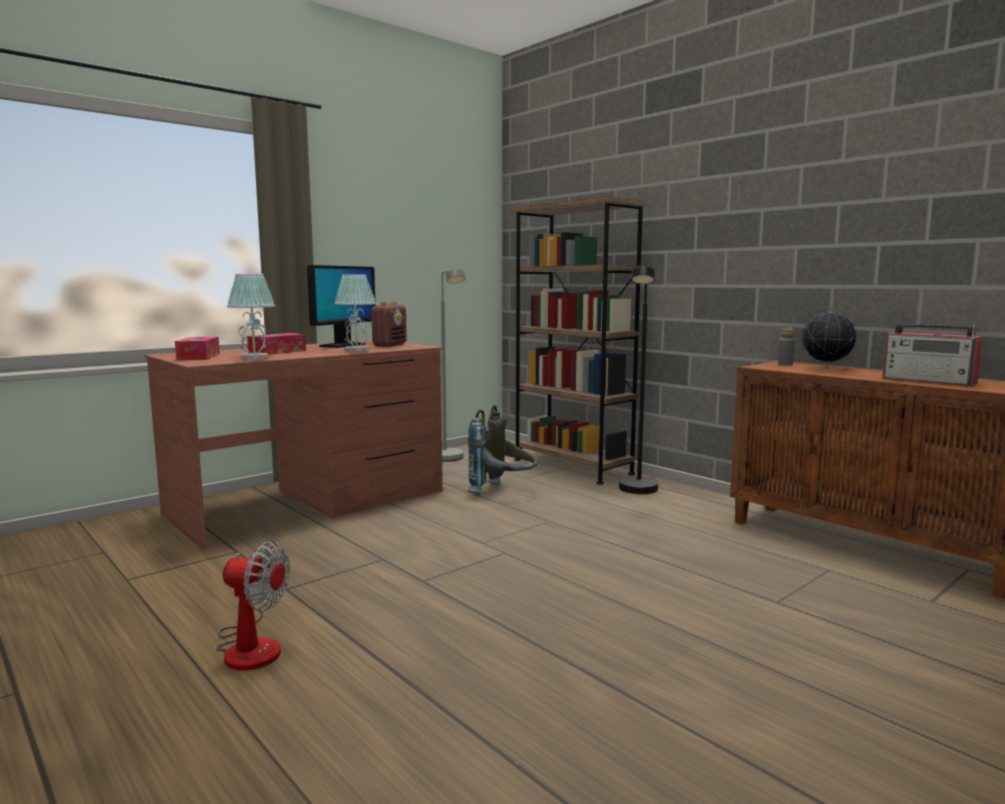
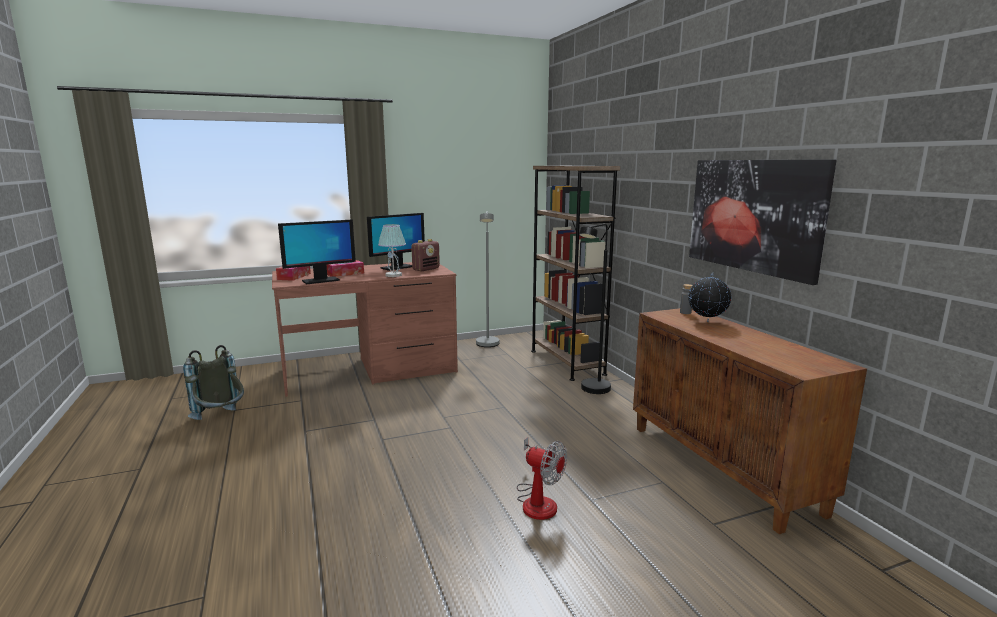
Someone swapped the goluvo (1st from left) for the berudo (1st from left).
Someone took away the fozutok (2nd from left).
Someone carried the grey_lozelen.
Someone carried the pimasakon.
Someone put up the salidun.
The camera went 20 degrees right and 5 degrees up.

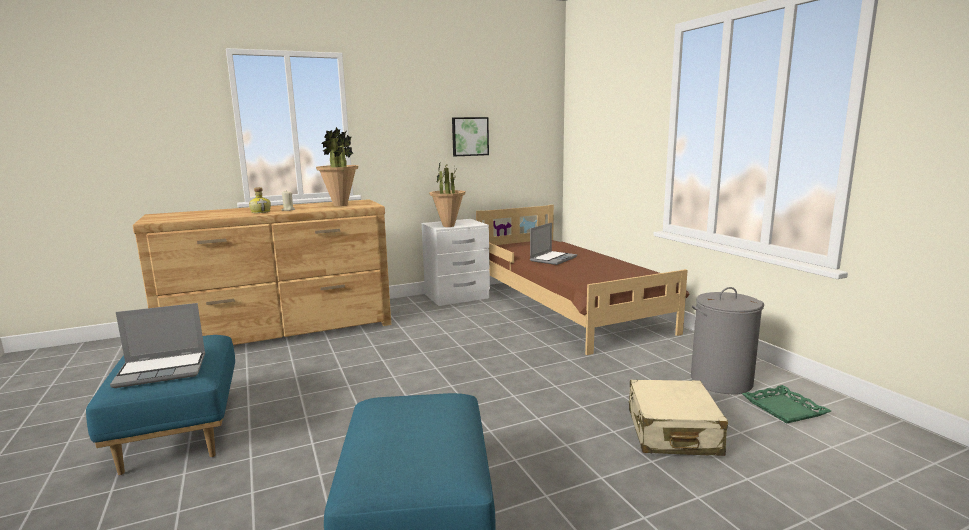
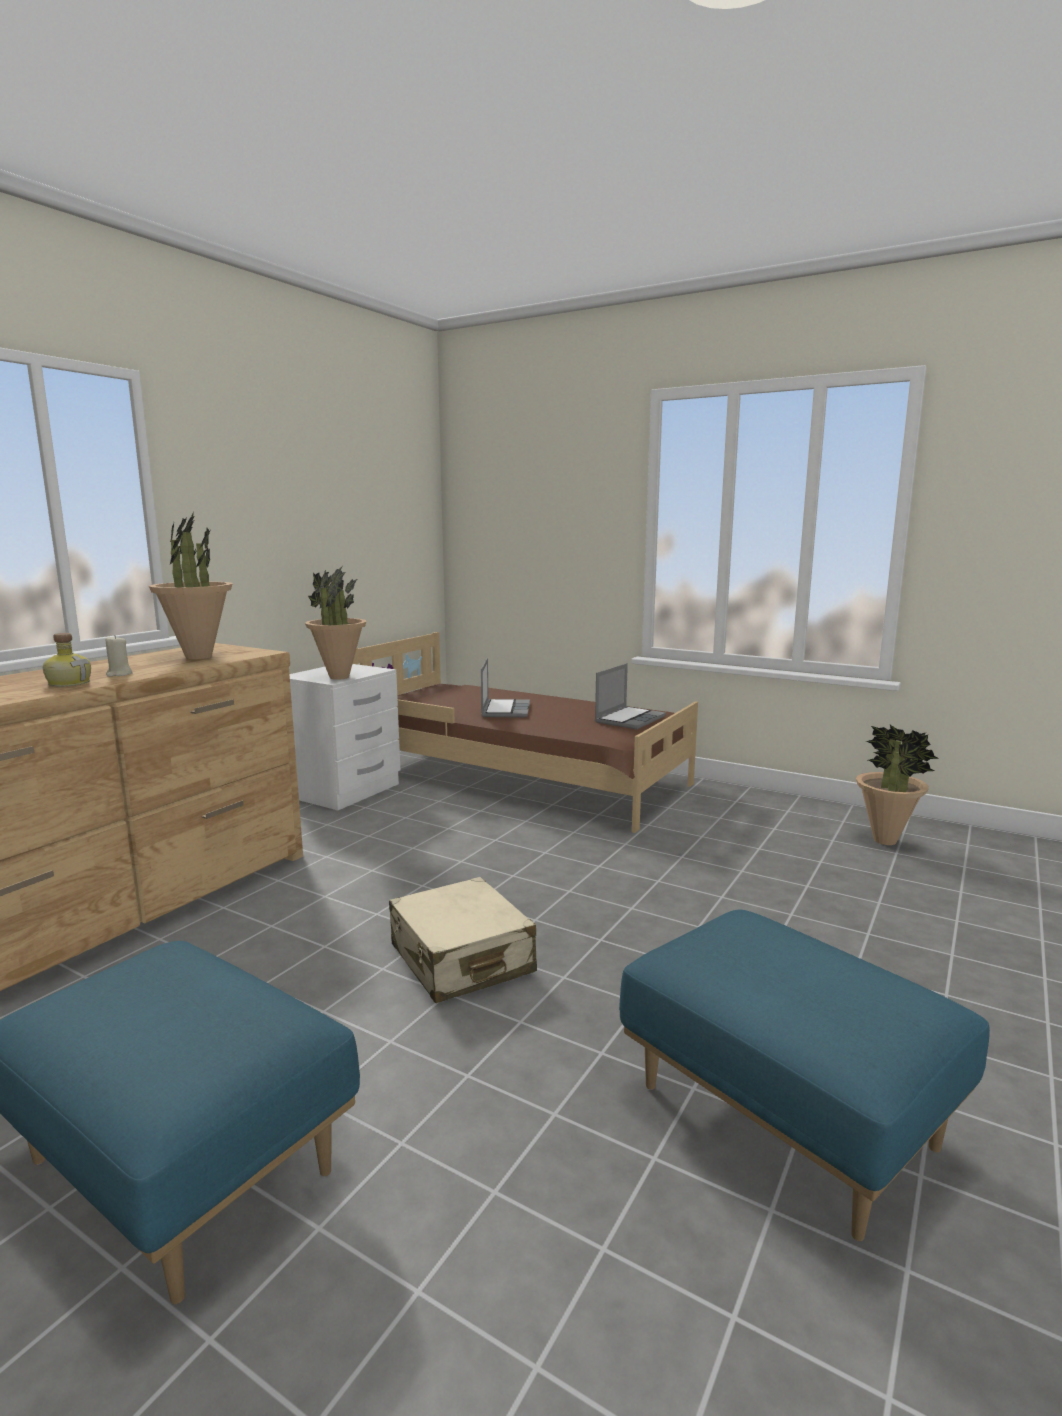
Someone took away the salidun.
Someone took away the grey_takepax.
Someone carried the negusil (1st from left in the first image).
Someone carried the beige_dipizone.
Someone swapped the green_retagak for the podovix (3rd from left).
The camera went 35 degrees left and 0 degrees up.

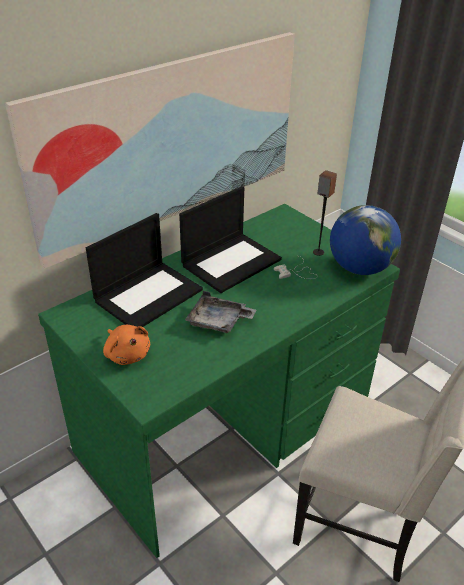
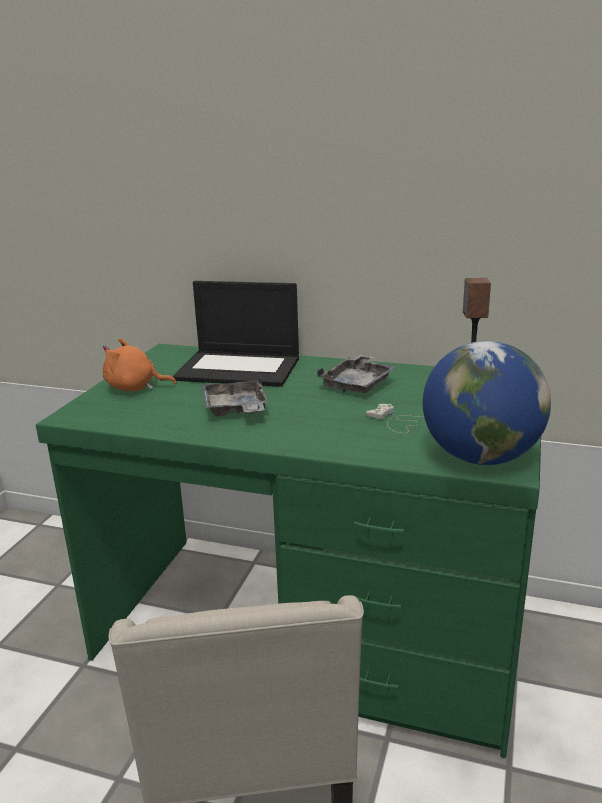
Someone took away the salidun.
Someone swapped the negusil (2nd from left) for the grey_retagak (2nd from left).
Someone rotated the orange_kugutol by 75 degrees clockwise.
The camera went 60 degrees right and 15 degrees down.

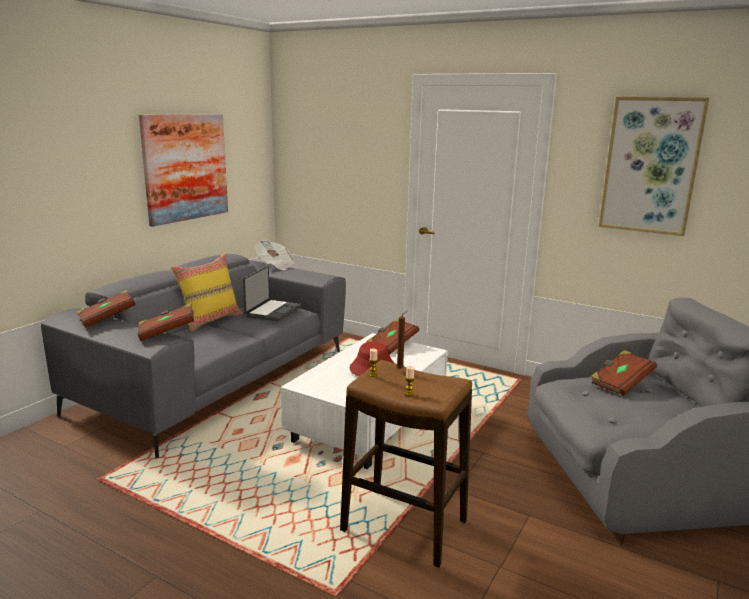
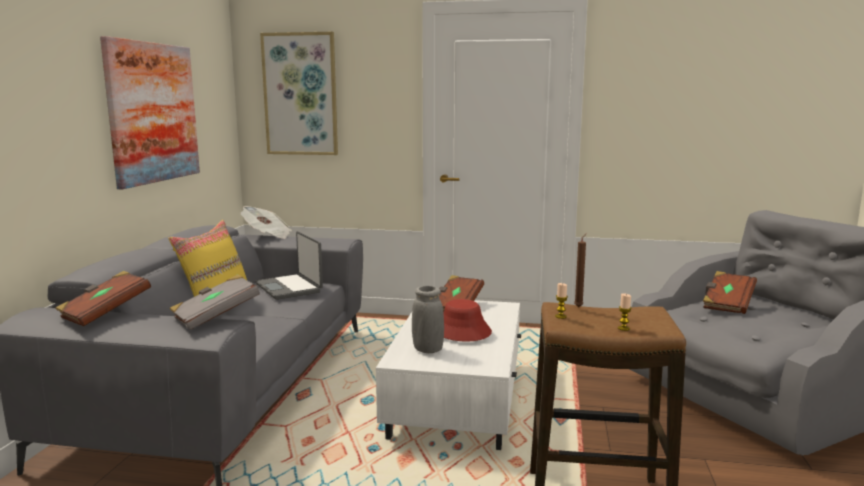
Someone carried the salidun (2nd from left).
Someone rotated the negusil by 150 degrees clockwise.
Someone repainted the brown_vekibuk (2nd from left), which became the grey_vekibuk.
Someone put down the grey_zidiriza.
The camera went 20 degrees left and 5 degrees down.

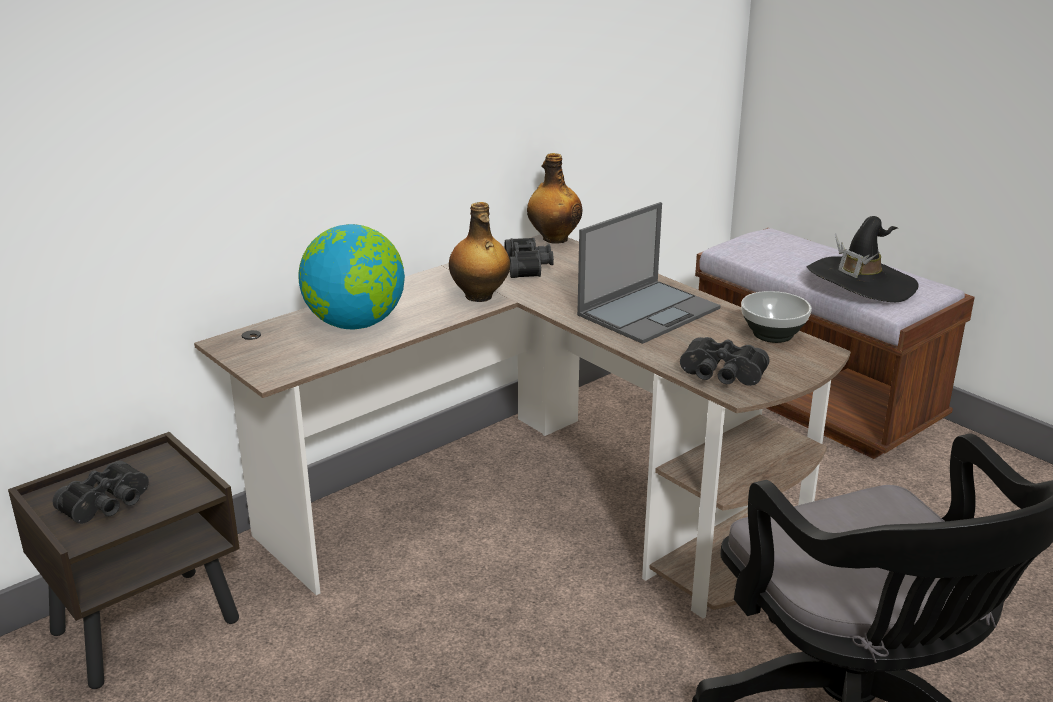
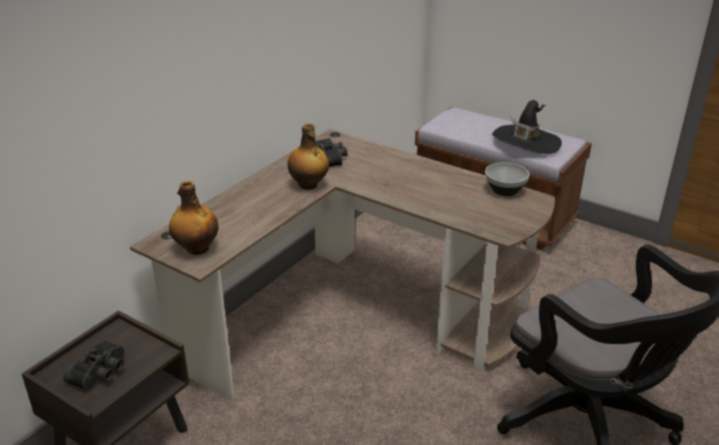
Someone carried the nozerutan (2nd from left in the first image).
Someone took away the negusil.
Someone took away the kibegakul.
Someone took away the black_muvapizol (3rd from left).
The camera went 15 degrees left and 5 degrees up.

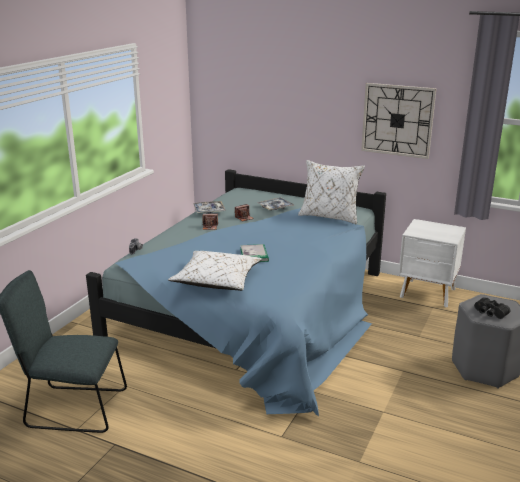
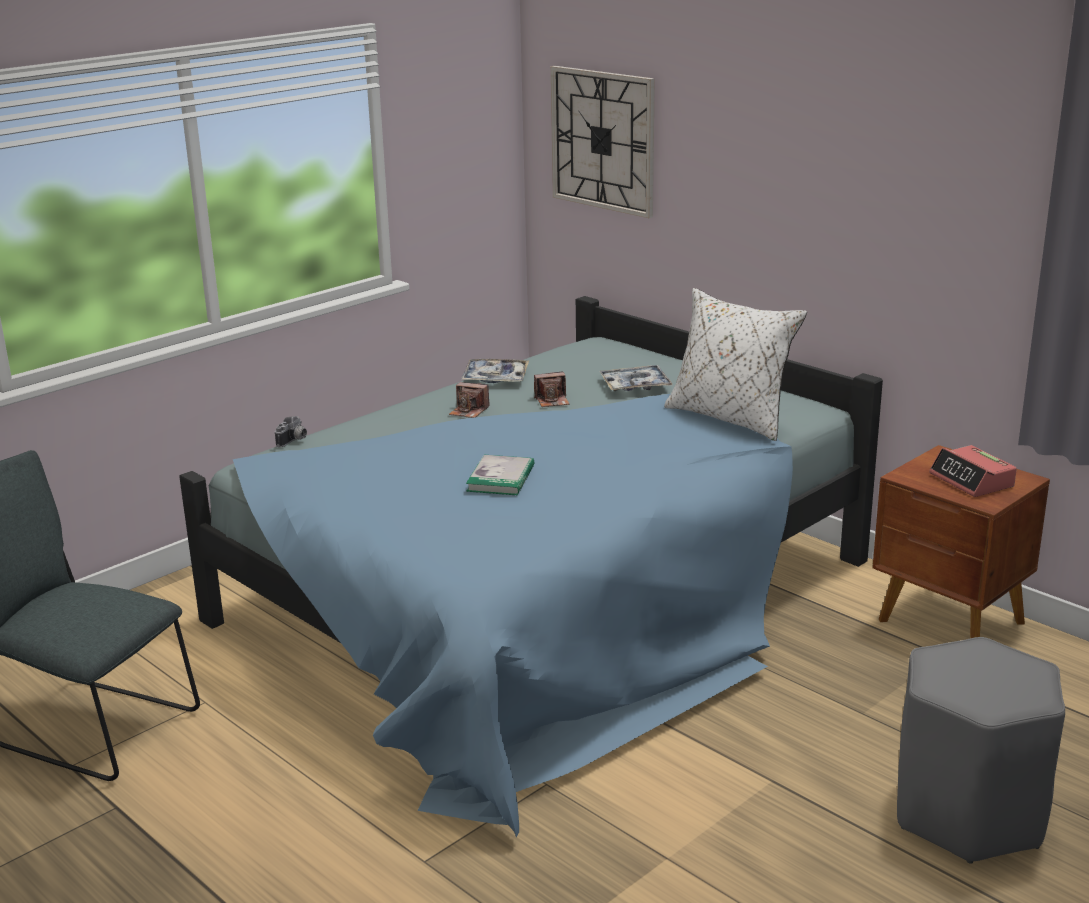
Someone carried the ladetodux.
Someone repainted the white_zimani, which became the brown_zimani.
Someone took away the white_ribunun (1st from left).
Someone took away the black_muvapizol.
Someone put down the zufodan.
The camera went 20 degrees right and 0 degrees up.

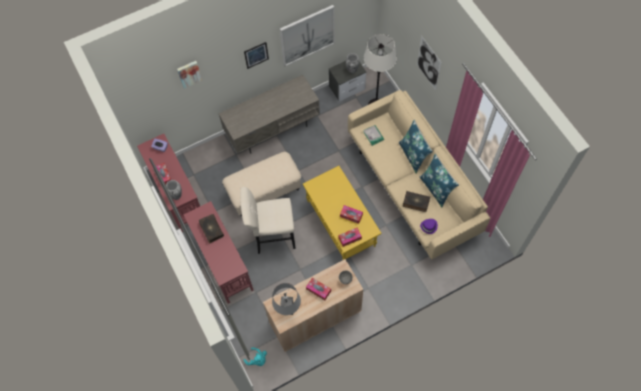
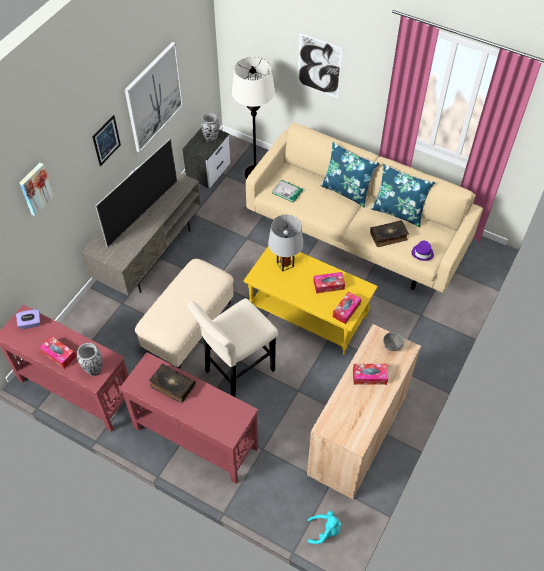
Someone carried the grey_goluvo.
Someone put down the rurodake.
The camera went 35 degrees left and 10 degrees down.

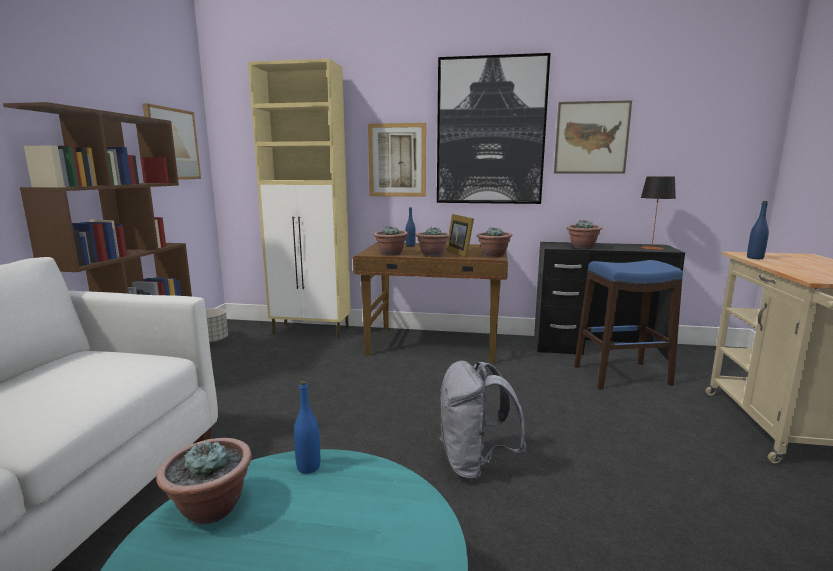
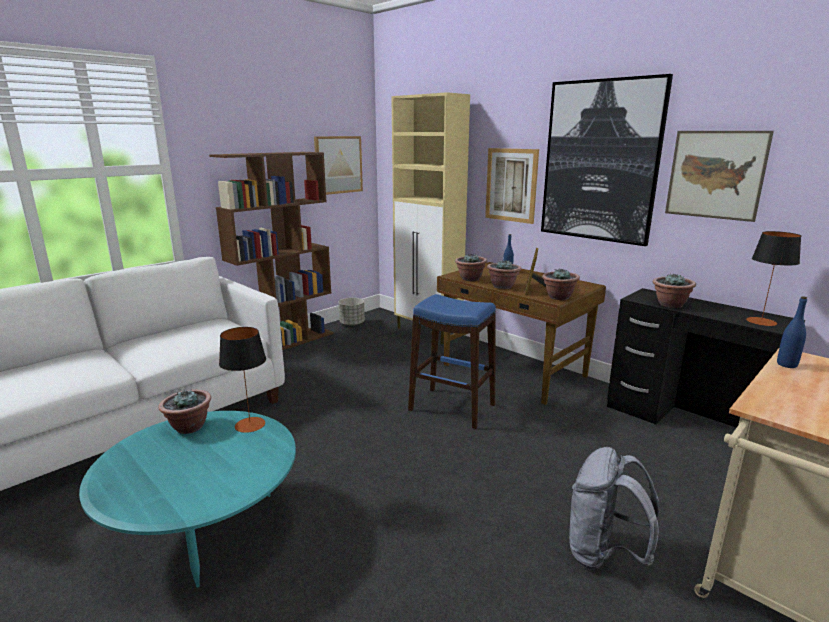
Someone carried the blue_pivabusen.
Someone carried the grey_lozelen.
Someone swapped the blue_nozerutan (1st from left) for the goluvo (1st from left).
The camera went 35 degrees right and 5 degrees up.

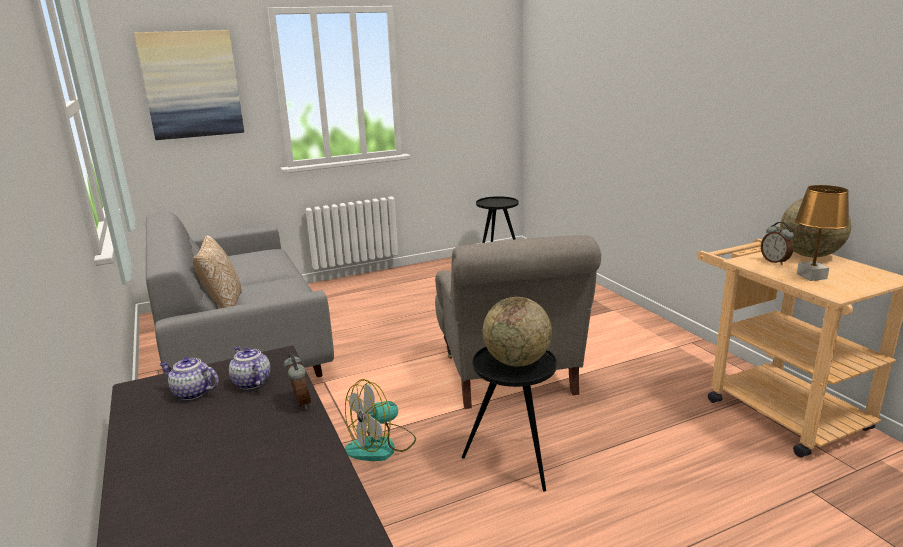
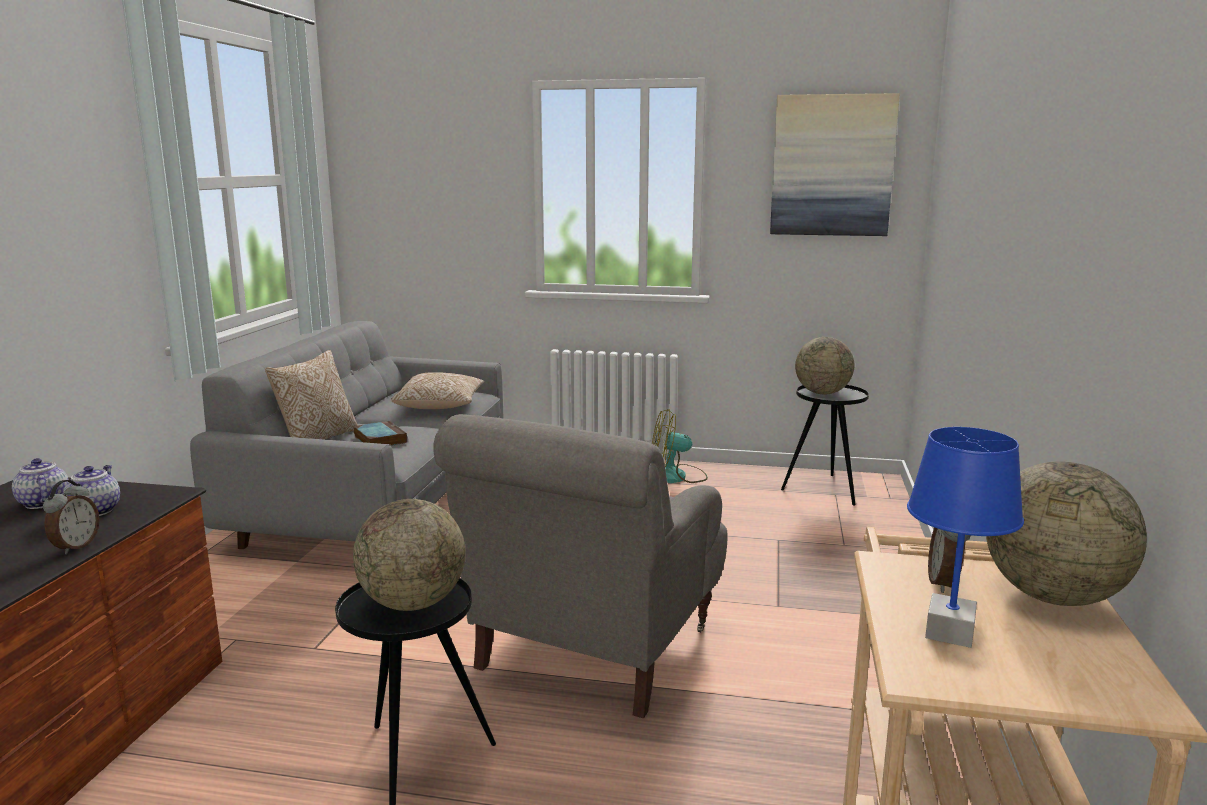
Someone carried the salidun.
Someone repainted the brown_goluvo, which became the blue_goluvo.
Someone carried the pimasakon.
Someone put down the kibegakul (2nd from left).
Someone put down the ribunun (2nd from left).
Someone put down the vekibuk.
The camera went 35 degrees right and 5 degrees down.

